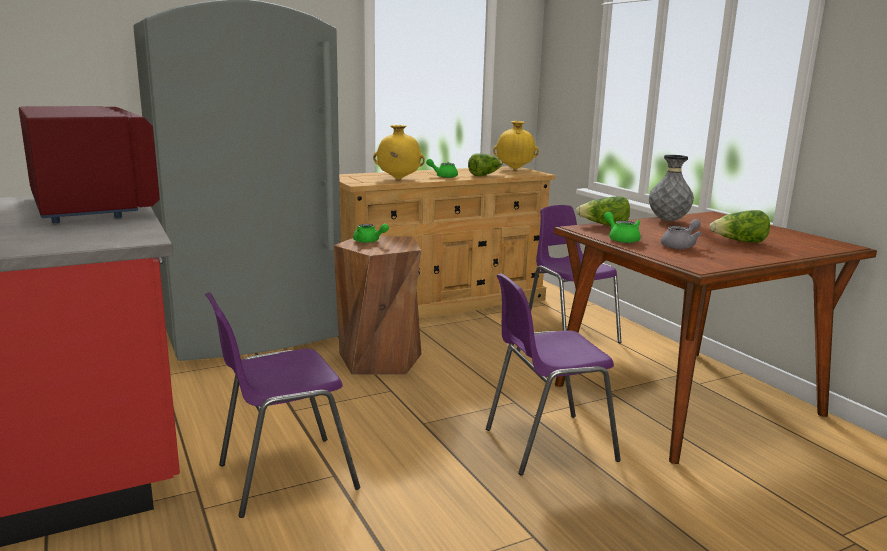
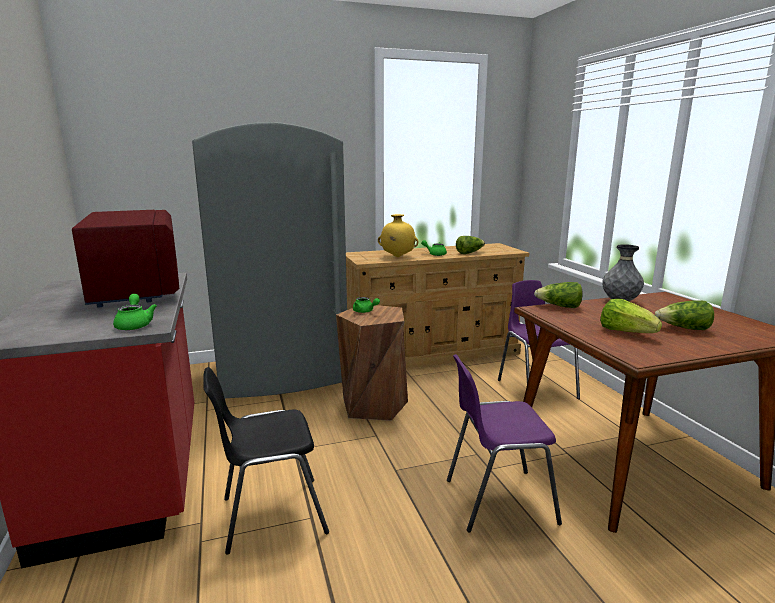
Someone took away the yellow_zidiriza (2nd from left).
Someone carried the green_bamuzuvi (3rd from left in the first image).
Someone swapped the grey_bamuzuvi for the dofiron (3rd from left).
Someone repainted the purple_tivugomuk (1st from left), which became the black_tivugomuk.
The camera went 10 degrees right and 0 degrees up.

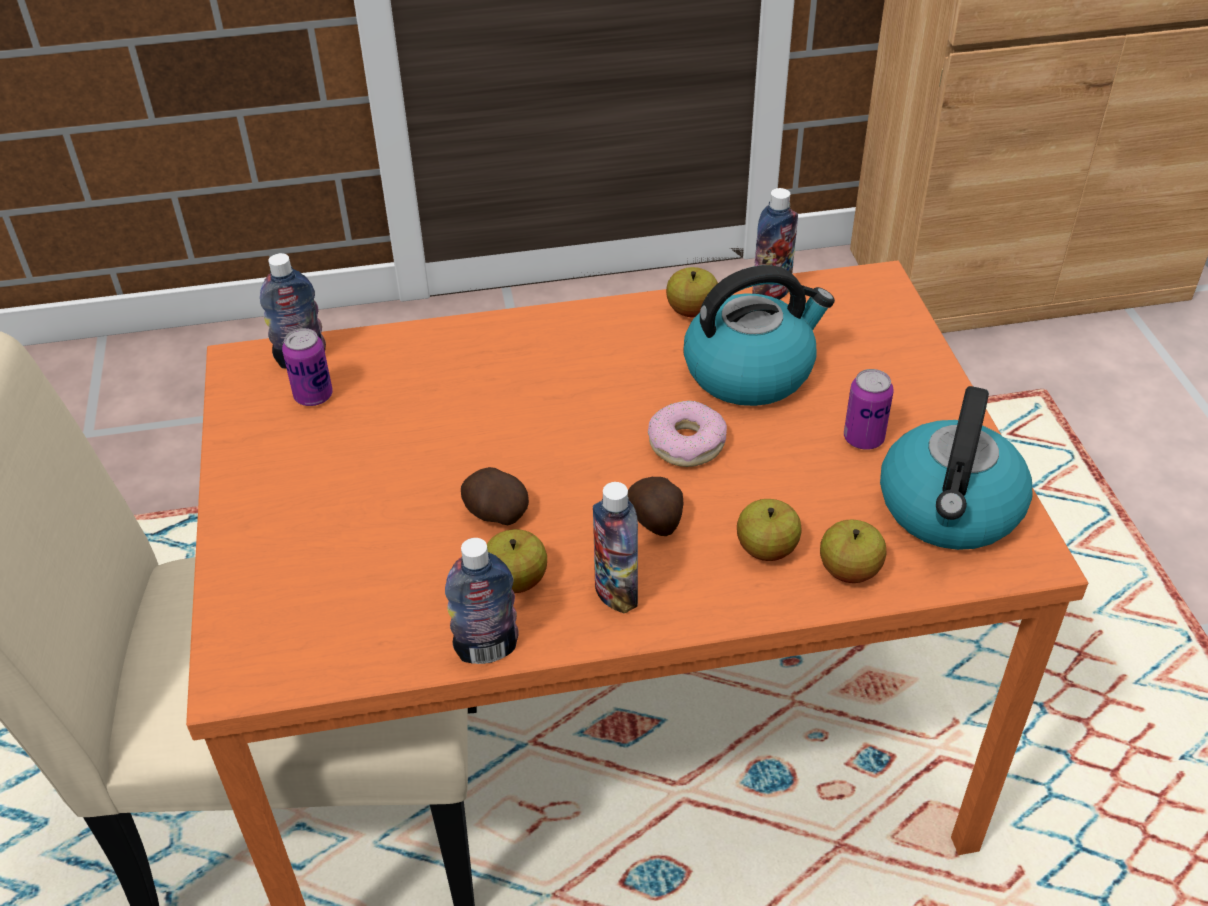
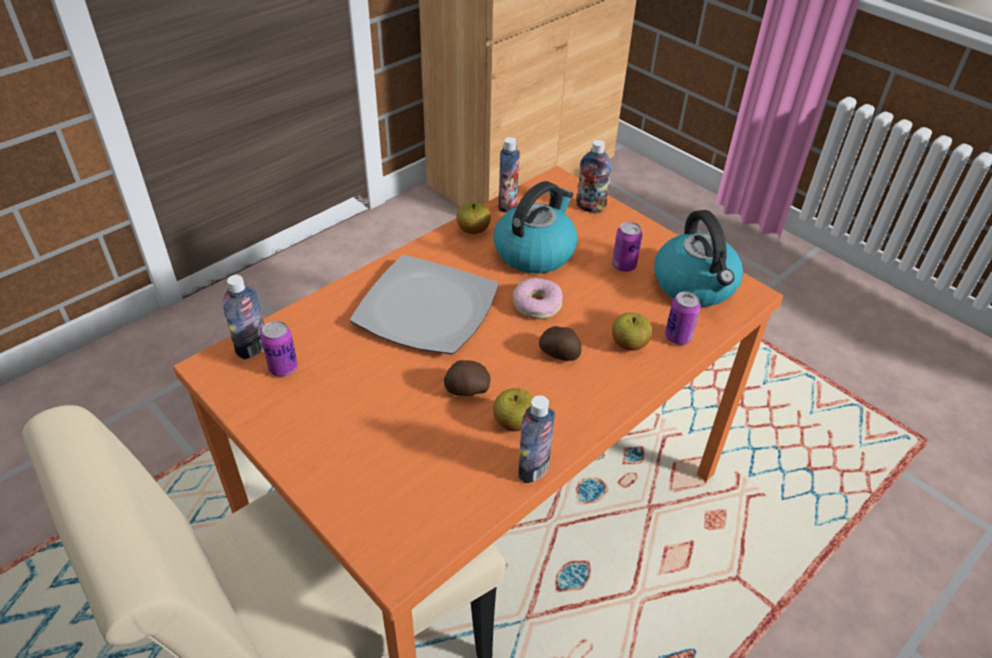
Someone carried the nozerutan (3rd from left in the first image).
Someone swapped the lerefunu (4th from left) for the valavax (3rd from left).
Someone put down the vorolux.
The camera went 35 degrees left and 0 degrees up.

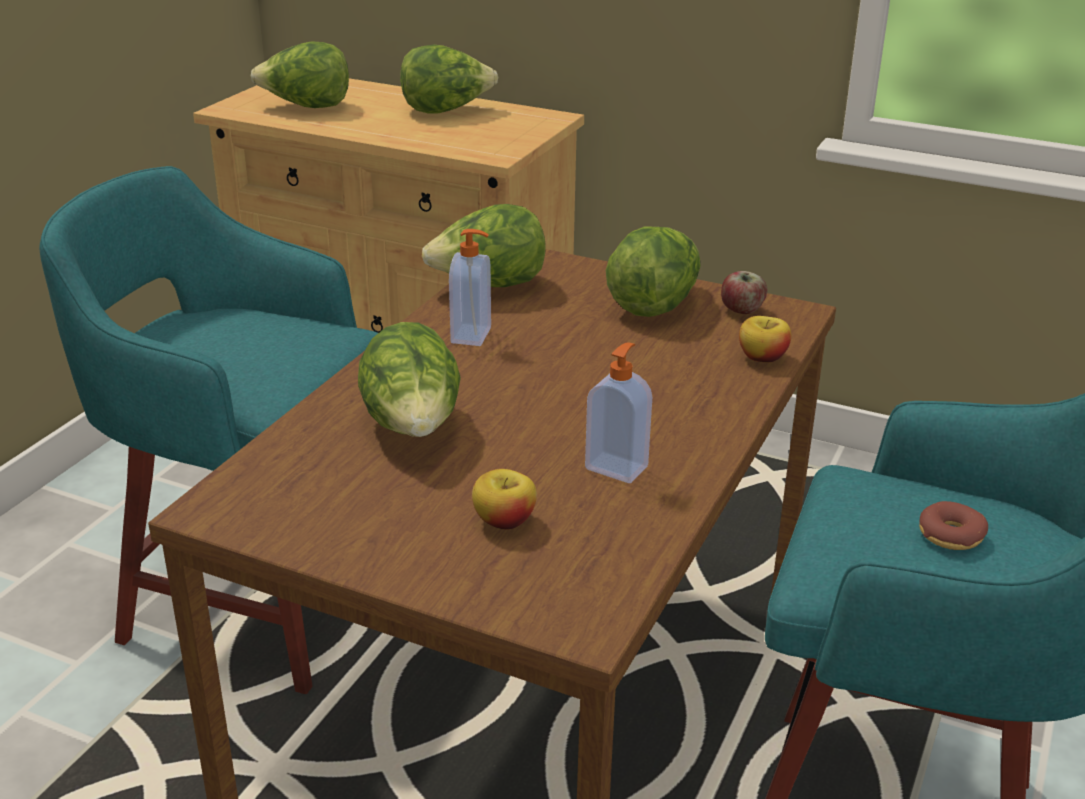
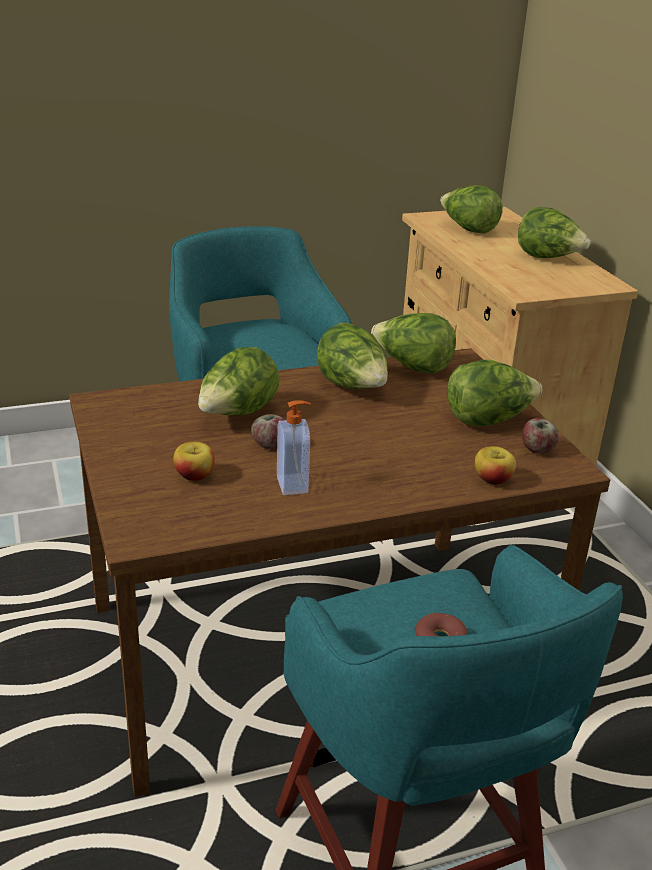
Someone swapped the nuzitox (1st from left) for the dofiron (2nd from left).
Someone put down the lerefunu (2nd from left).
The camera went 45 degrees right and 0 degrees up.

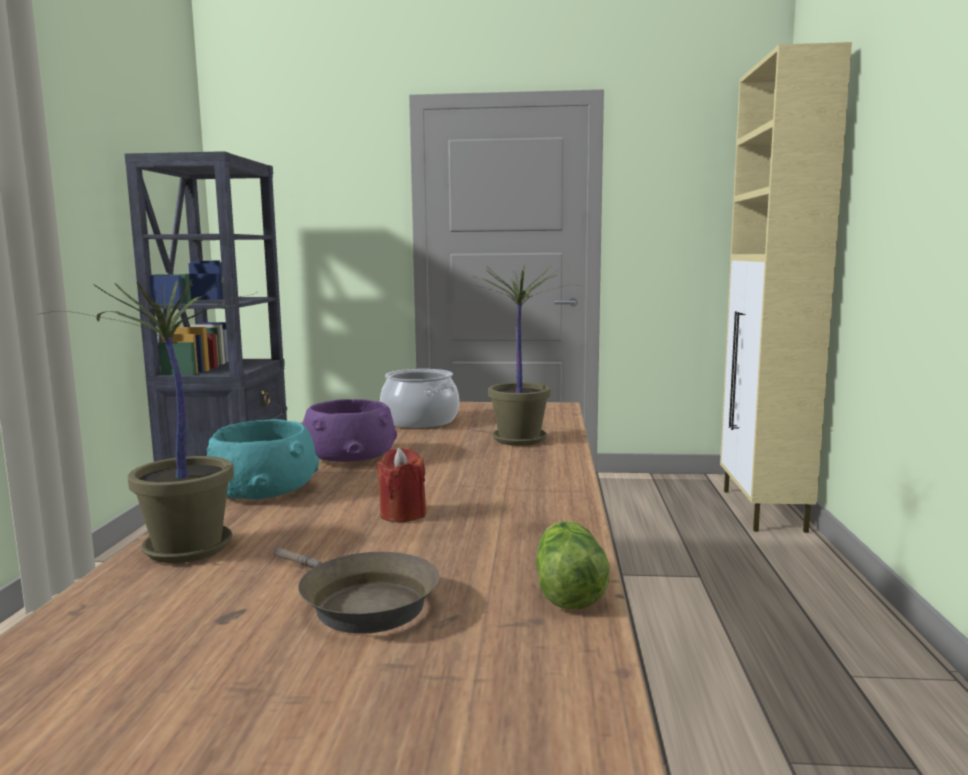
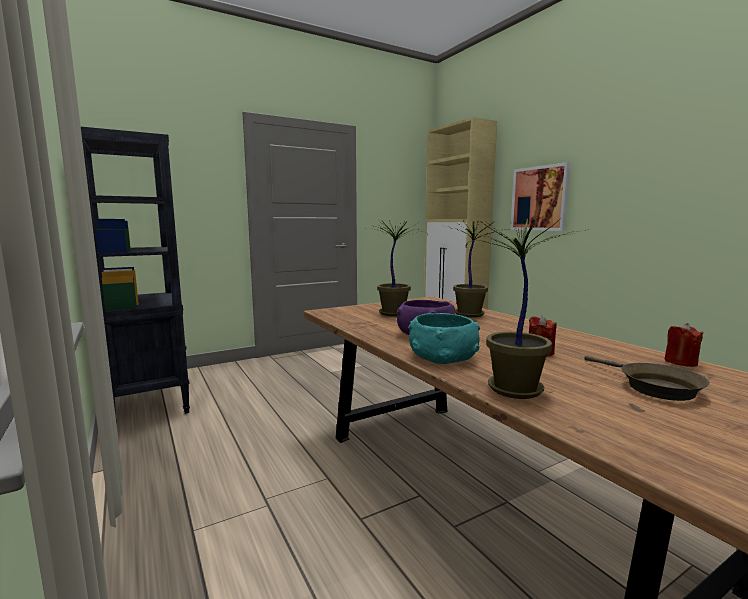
Someone swapped the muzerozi for the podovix (1st from left).
Someone swapped the dofiron for the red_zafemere (2nd from left).
Someone rotated the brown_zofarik by 60 degrees clockwise.
Someone put up the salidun.
The camera went 35 degrees left and 0 degrees up.

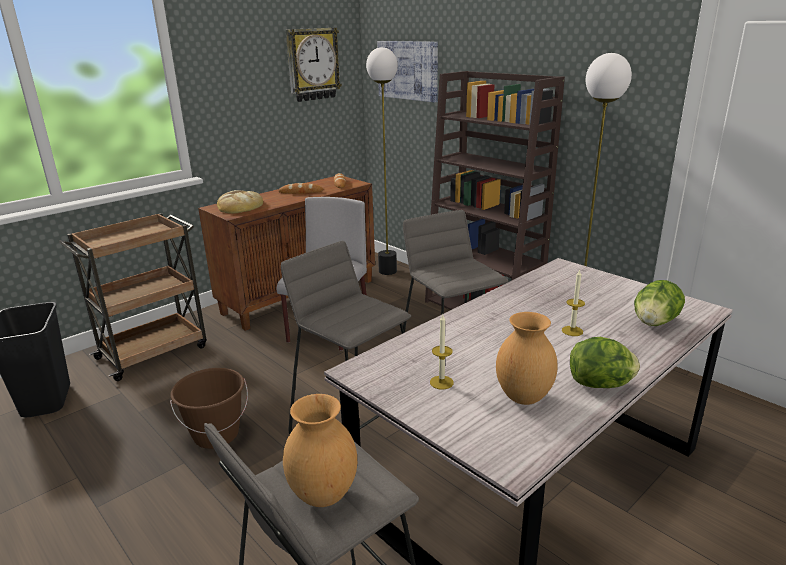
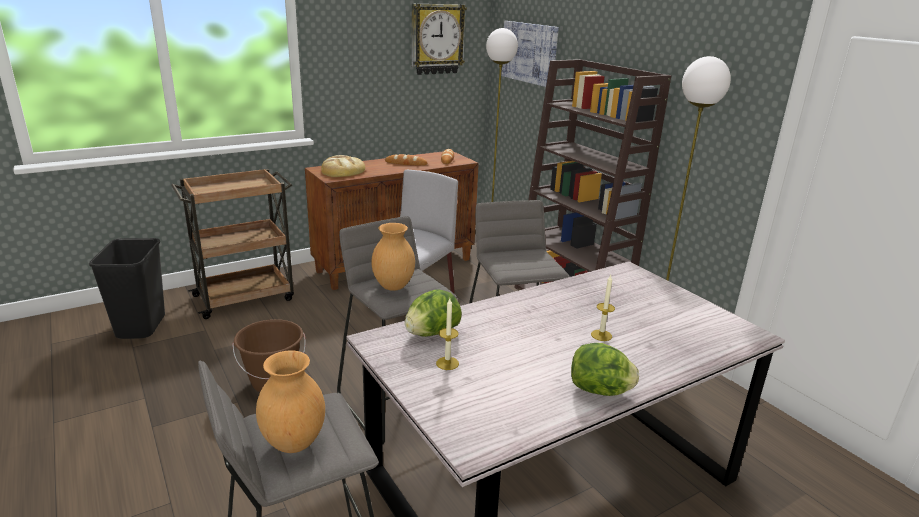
Someone carried the dofiron (2nd from left in the first image).
Someone carried the brown_zidiriza (2nd from left).
The camera went 10 degrees right and 0 degrees up.

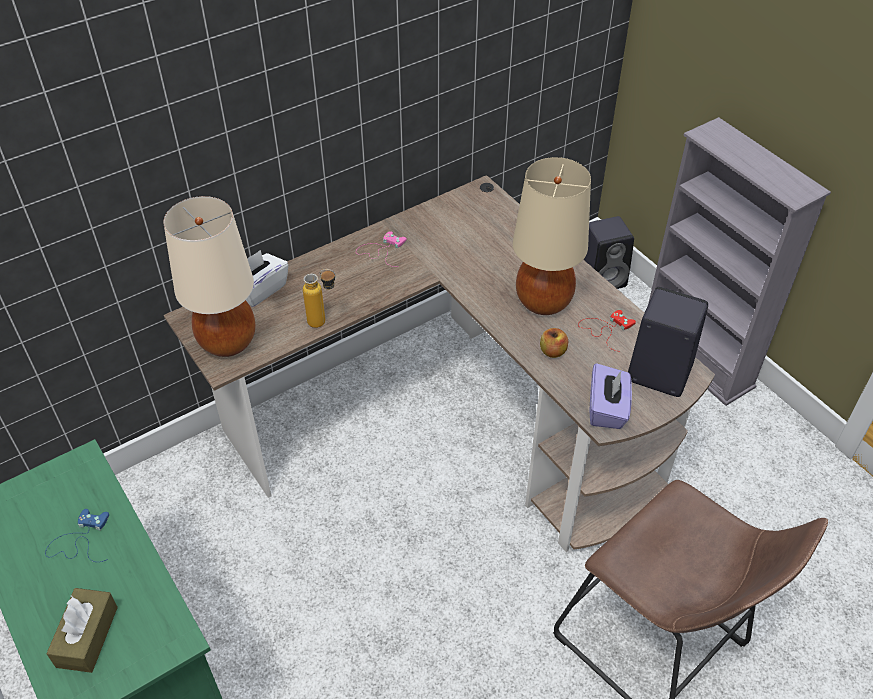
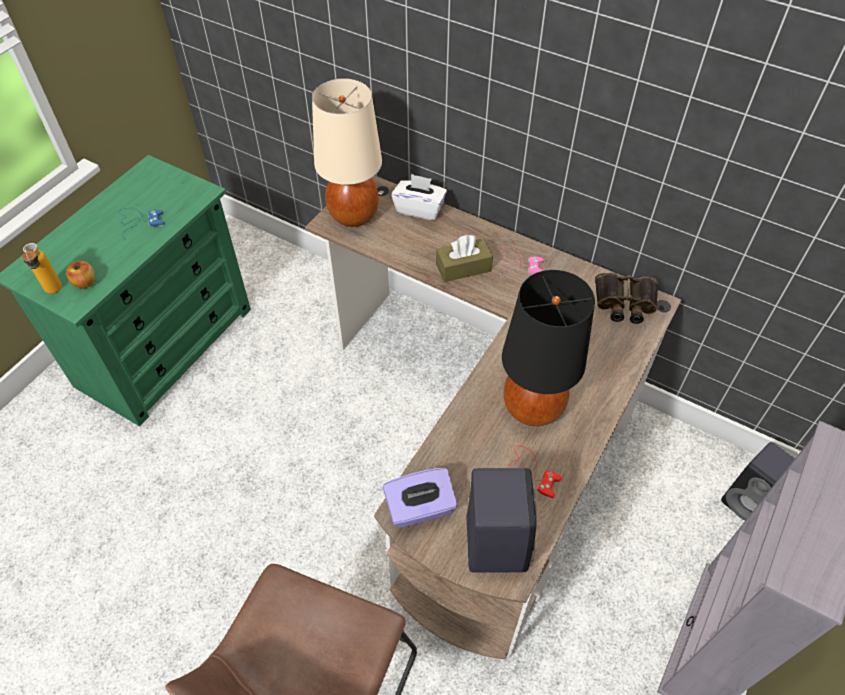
Someone repainted the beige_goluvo (2nd from left), which became the black_goluvo.
Someone carried the nozerutan.
Someone carried the lerefunu.
Someone carried the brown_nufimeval.
Someone put down the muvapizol.
The camera went 65 degrees right and 5 degrees up.

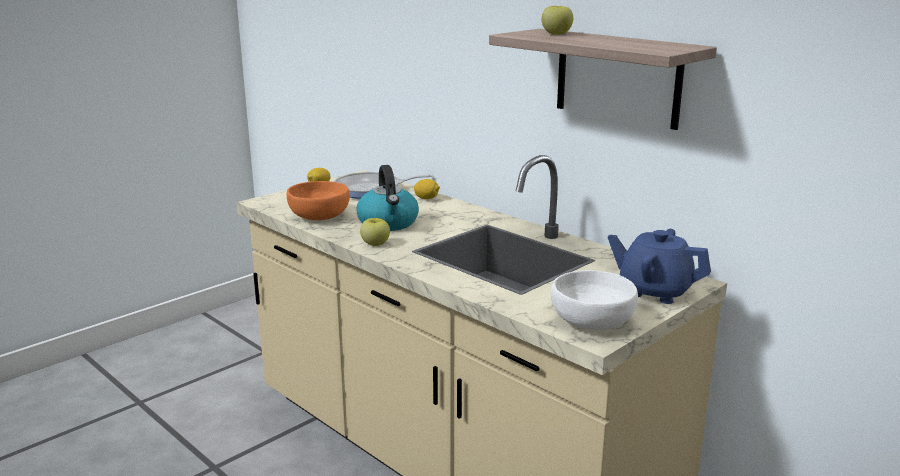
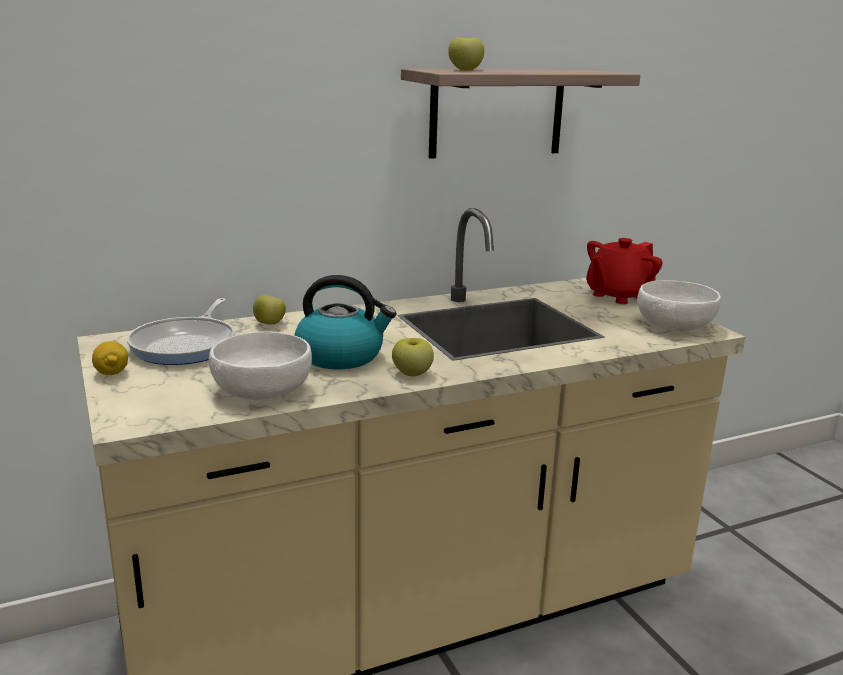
Someone swapped the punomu (2nd from left) for the lerefunu (1st from left).
Someone repainted the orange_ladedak, which became the white_ladedak (1st from left).
Someone repainted the blue_bamuzuvi, which became the red_bamuzuvi.
The camera went 70 degrees left and 0 degrees up.

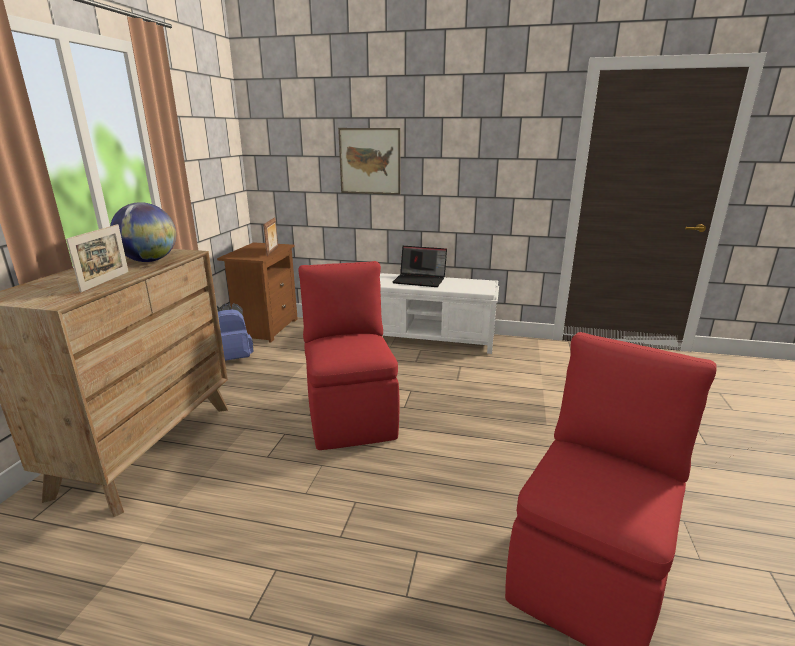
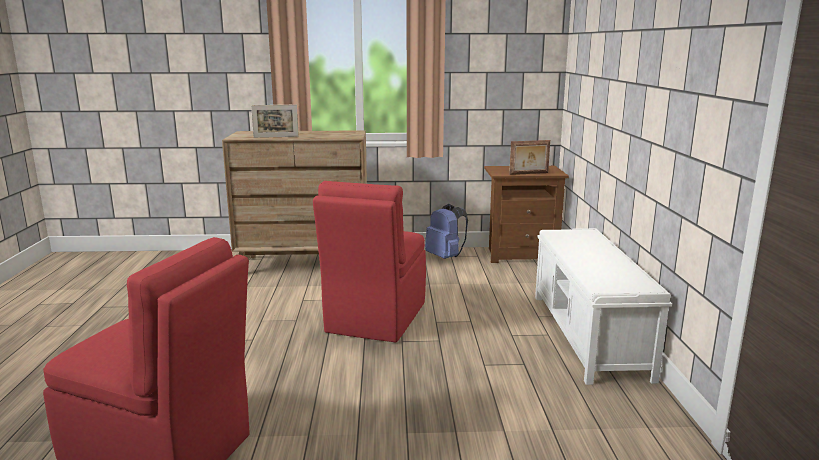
Someone took away the salidun.
Someone took away the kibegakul.
Someone took away the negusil.
Someone rotated the red_tivugomuk (1st from left in the first image) by 135 degrees clockwise.
The camera went 75 degrees right and 5 degrees down.

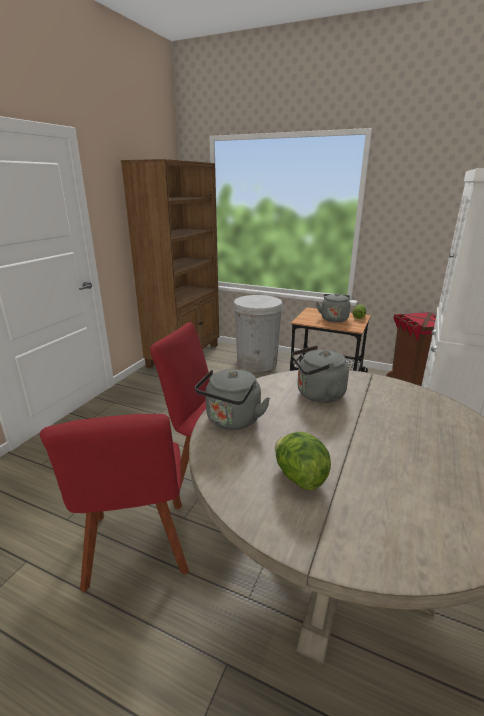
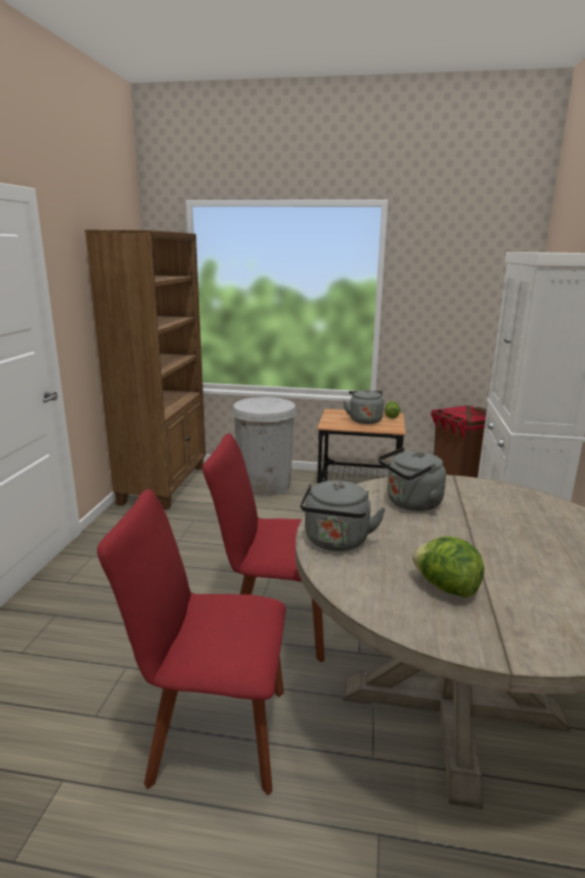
Someone rotated the red_tivugomuk (1st from left) by 120 degrees clockwise.
The camera went 15 degrees left and 5 degrees down.

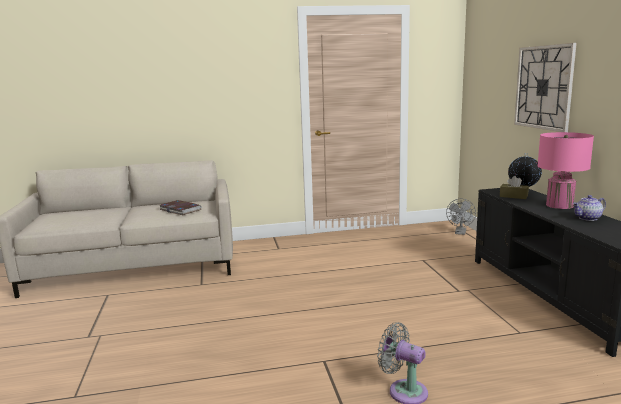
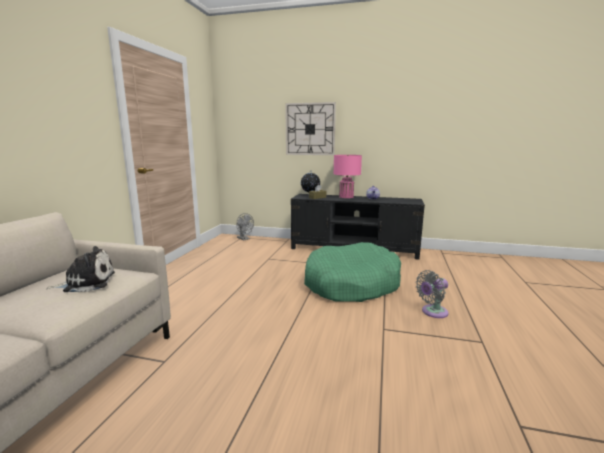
Someone swapped the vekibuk for the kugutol.
Someone put down the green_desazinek.
The camera went 65 degrees left and 0 degrees up.

